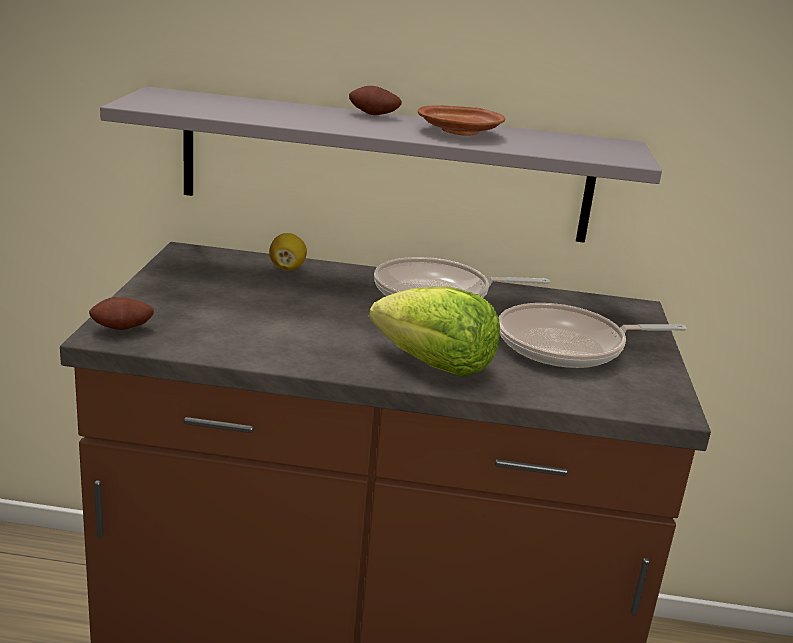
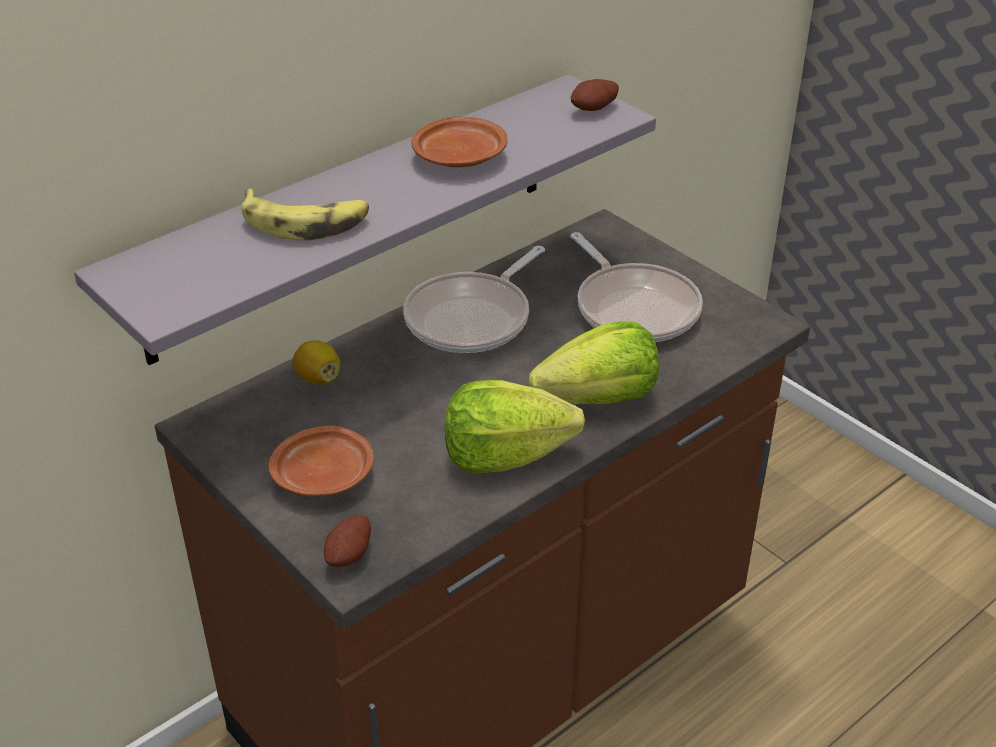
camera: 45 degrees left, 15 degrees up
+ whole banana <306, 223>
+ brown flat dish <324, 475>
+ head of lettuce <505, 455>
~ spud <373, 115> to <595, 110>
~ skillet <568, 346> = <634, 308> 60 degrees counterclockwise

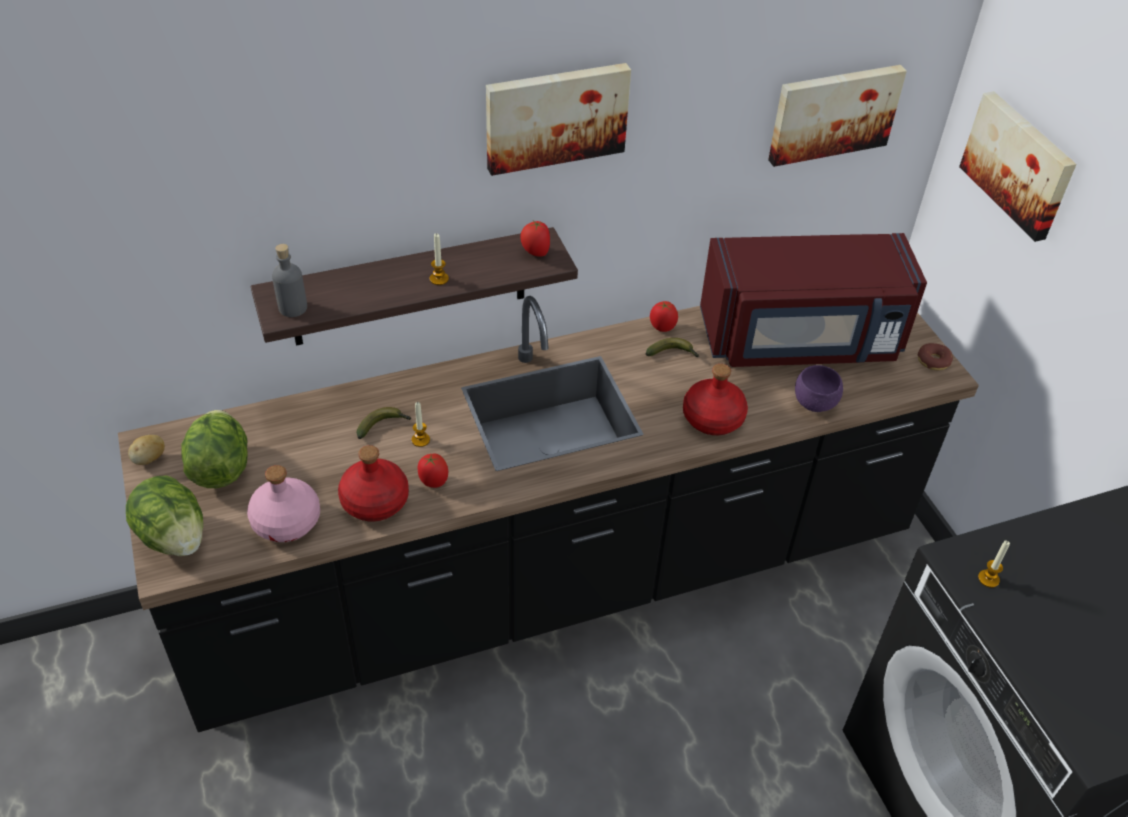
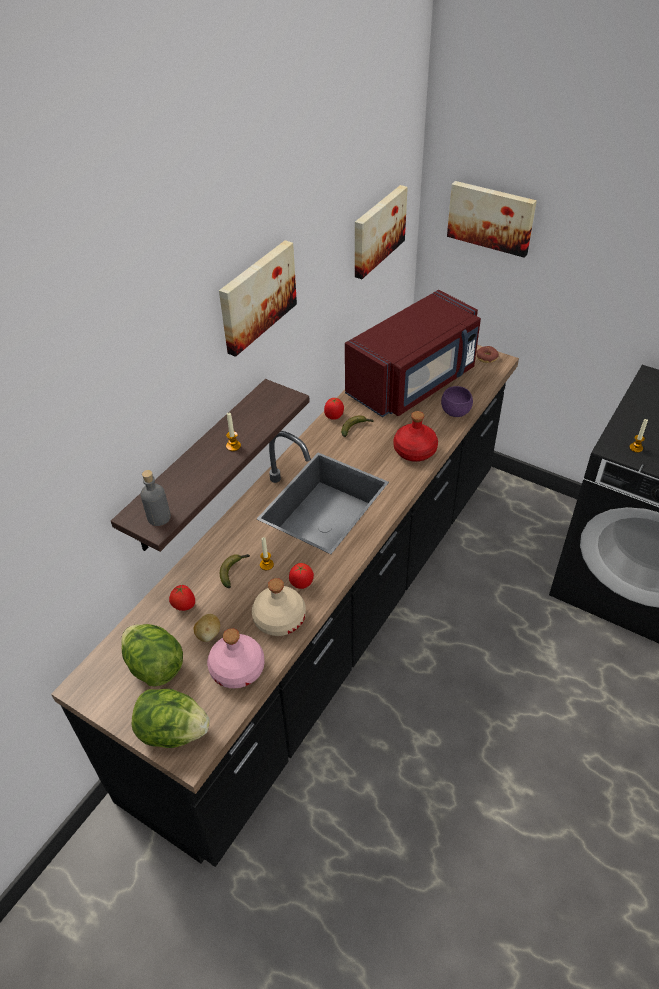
camera: 35 degrees left, 0 degrees up
~ spud <149, 459> to <208, 634>
~ whole tomato <535, 252> to <184, 606>
~ reddish drink bottle <375, 500> to beige drink bottle <279, 618>

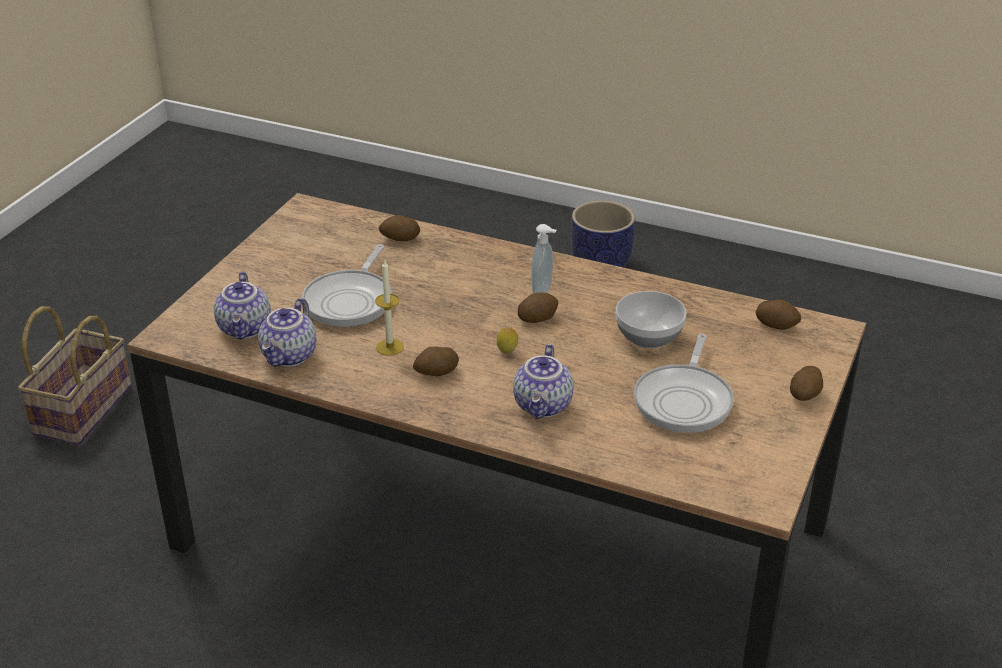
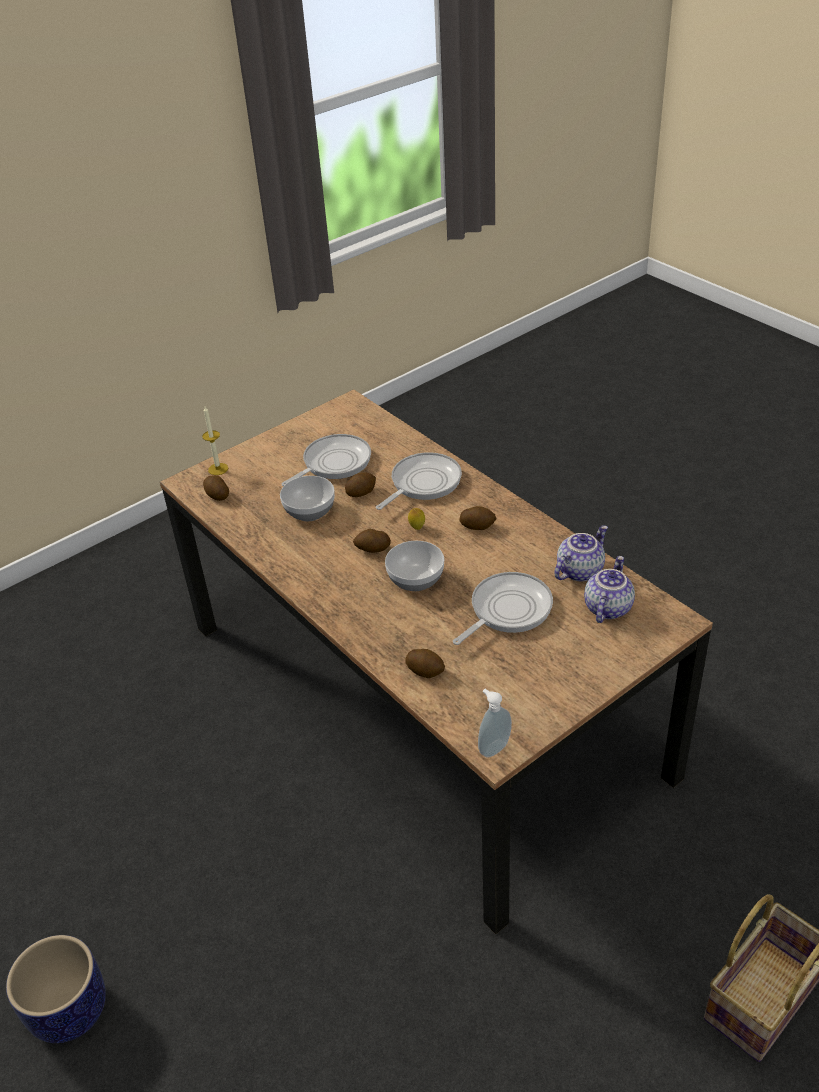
camera: 150 degrees left, 5 degrees up
+ serving bowl <415, 579>
~ wax candle <390, 347> to <218, 469>
~ liquid soap bottle <543, 292> to <493, 747>
~ spud <805, 395> to <361, 492>
~ tea pot <544, 406> to skillet <423, 483>

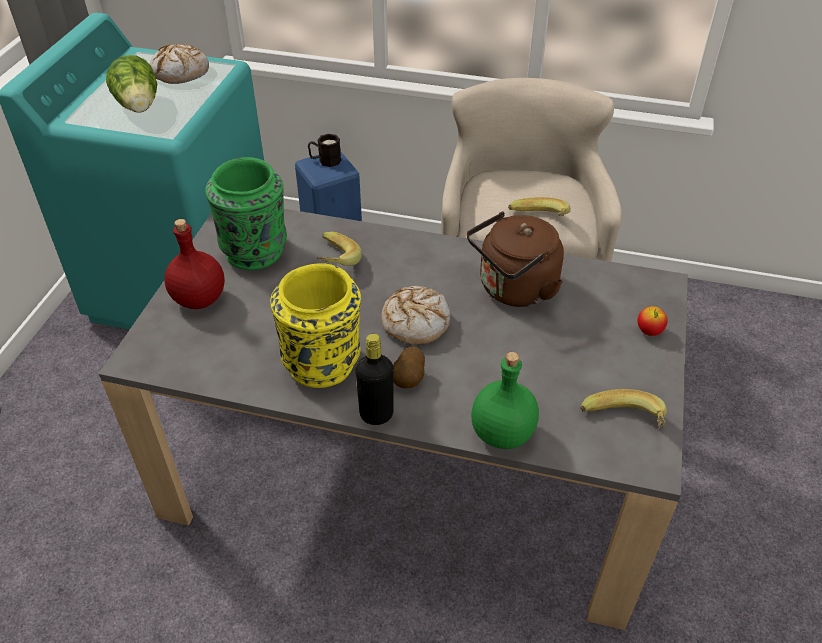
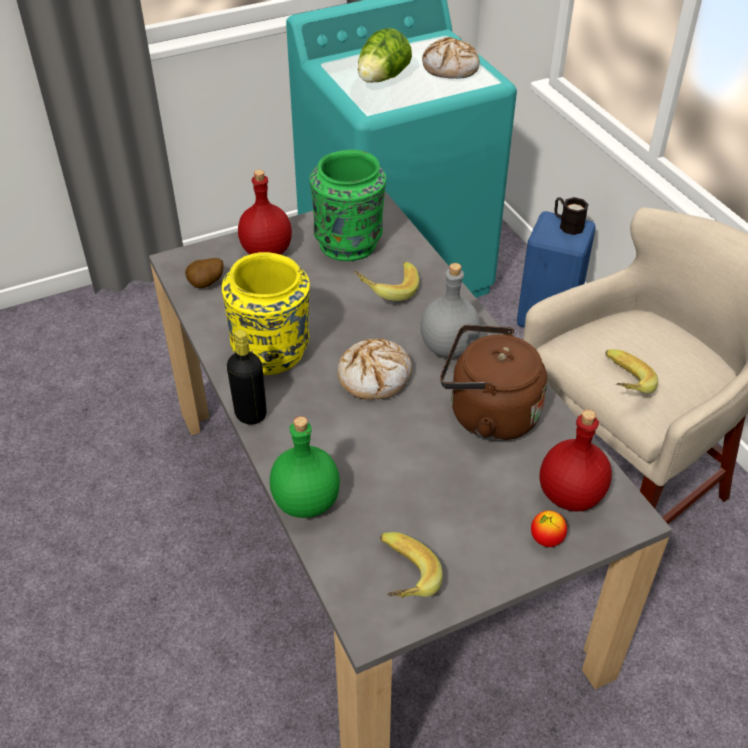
camera: 50 degrees right, 0 degrees up
+ greyish drink bottle <450, 347>
+ reddish drink bottle <569, 494>
~ spud <409, 380> to <207, 285>

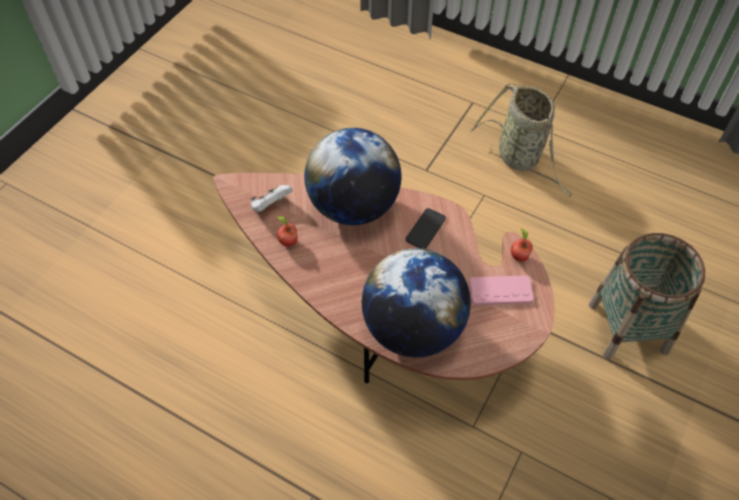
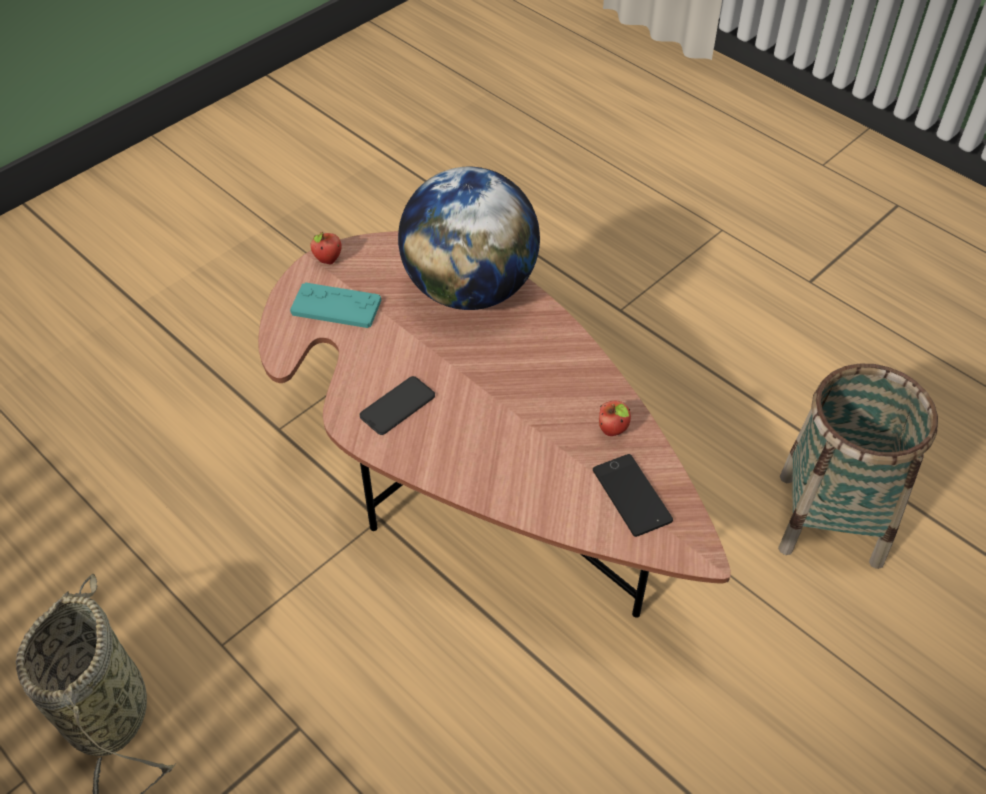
camera: 165 degrees left, 5 degrees down
- world globe <354, 206>
~ whole apple <518, 256> to <328, 261>
~ basket <627, 327> to <830, 519>
~ white gamepad <271, 206> to phone <631, 495>
~ pink-coloured gamepad <500, 291> to turquoise-coloured gamepad <336, 307>

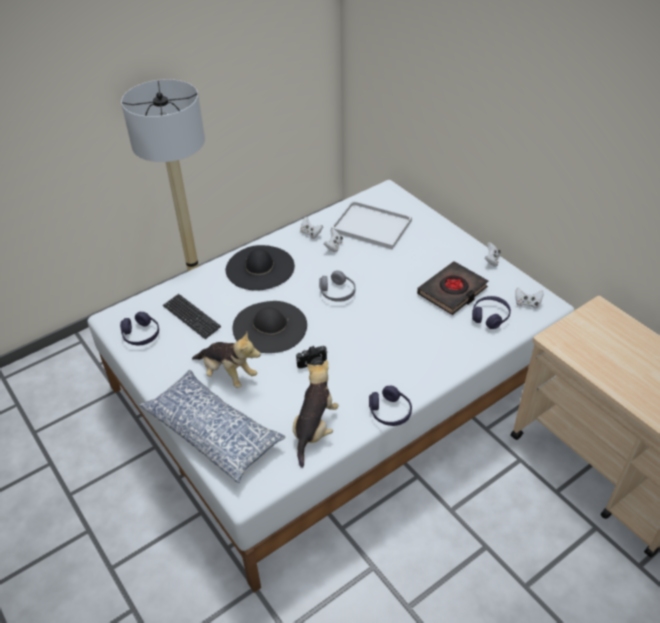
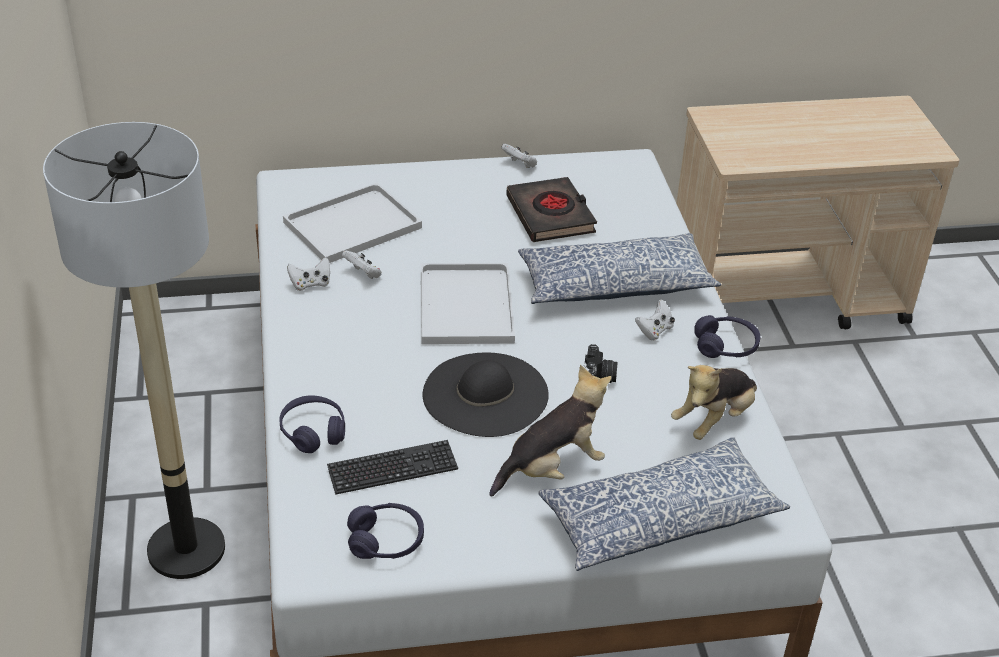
camera: 65 degrees left, 5 degrees down
- blackish wearable hat <260, 268>
+ throw pillow <614, 285>
~ purplish headset <490, 316> to <313, 432>
~ white gamepad <527, 303> to <654, 331>
~ greyish headset <337, 292> to white tray <467, 307>
~ cuddly toy <314, 429> = <714, 420> 90 degrees counterclockwise

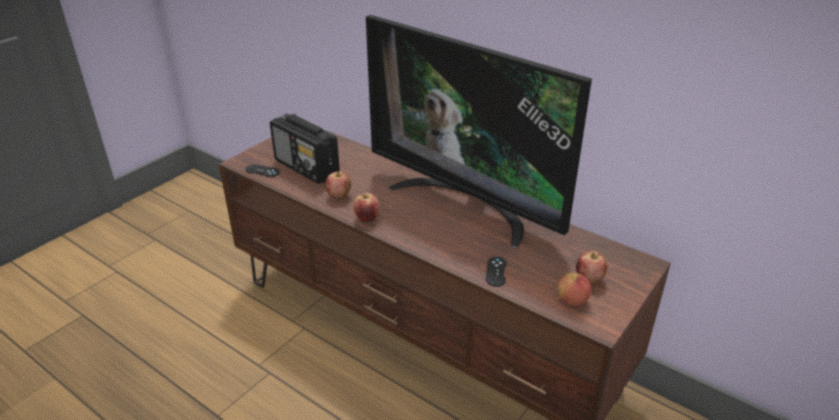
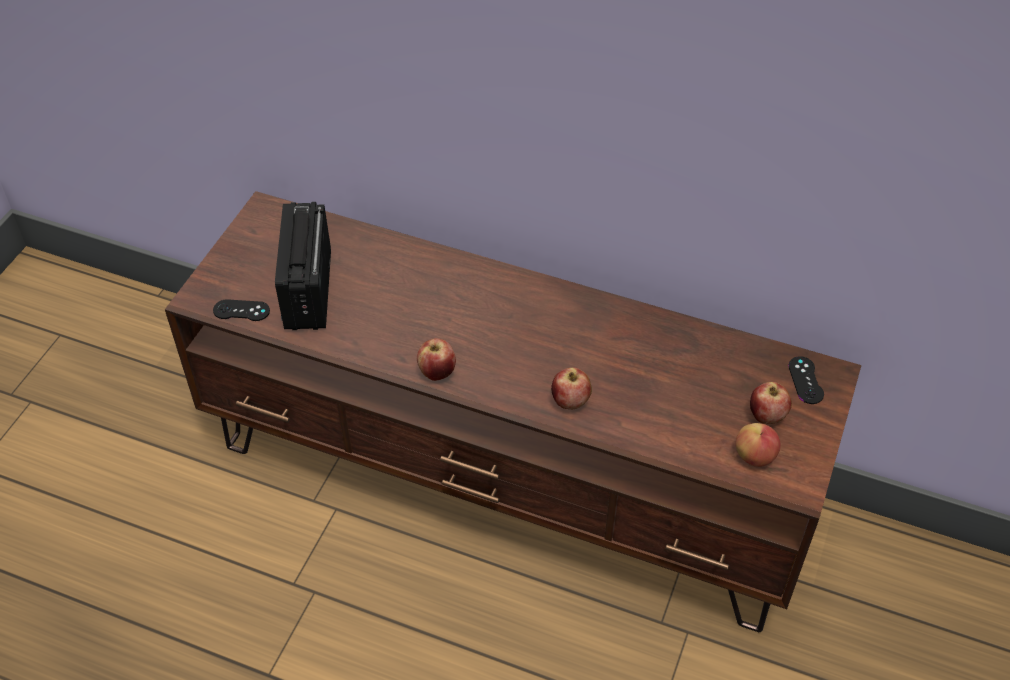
camera: 15 degrees left, 15 degrees up
- TV <466, 203>
~ whole apple <339, 196> to <570, 402>
~ blackish gamepad <496, 272> to <805, 380>
~ radio <307, 168> = <308, 291> 60 degrees clockwise

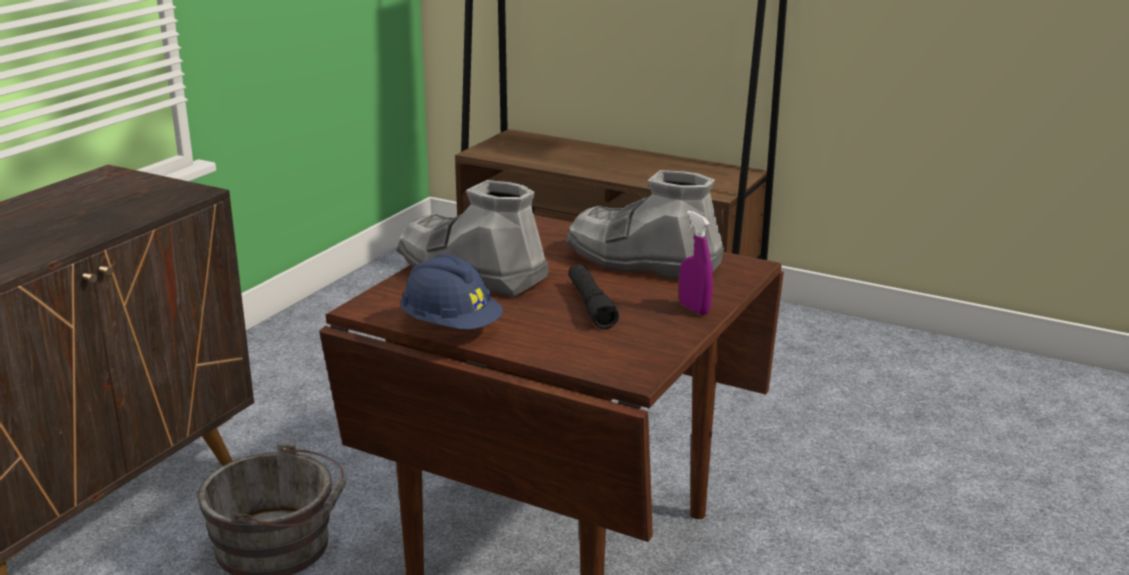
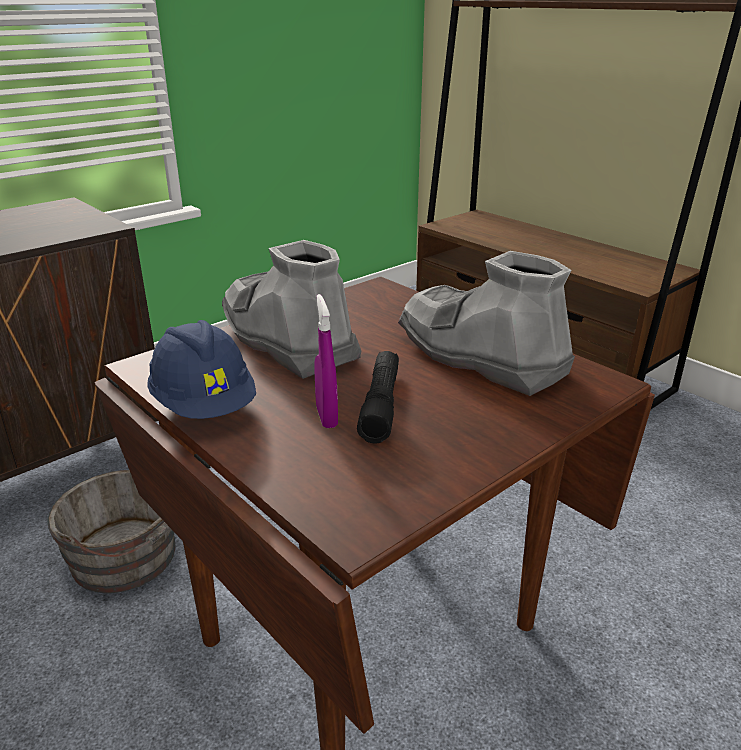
camera: 20 degrees right, 5 degrees up
~ purplish sprayer <694, 309> to <326, 417>

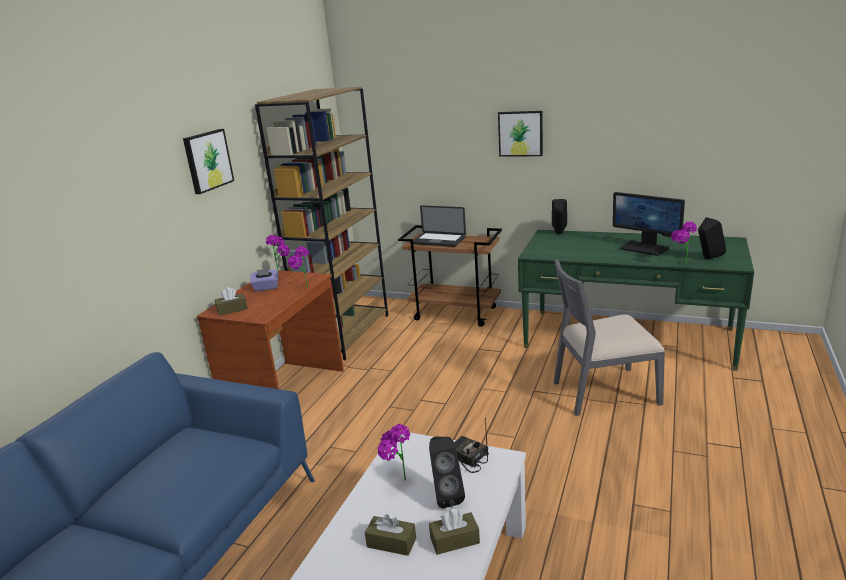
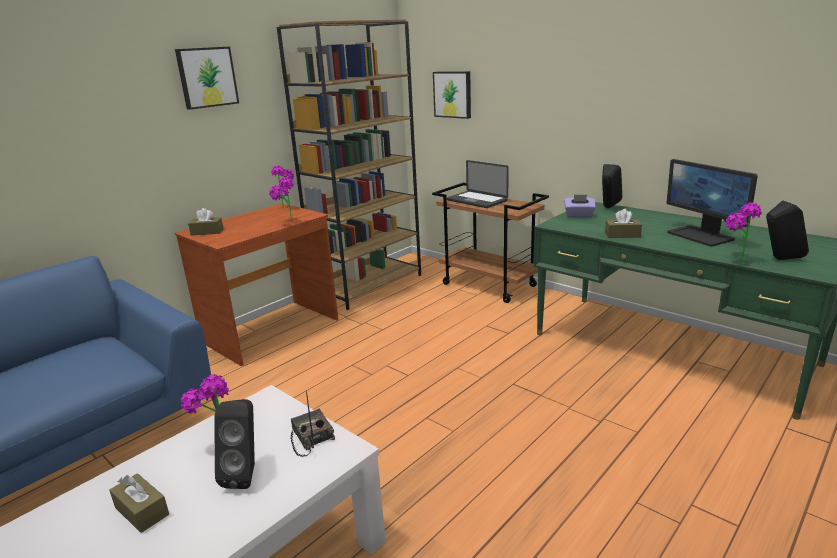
camera: 20 degrees right, 0 degrees up
- greyish plain chair <604, 392>
~ purplish tissue box <266, 288> to <579, 216>
~ brown tissue box <454, 540> to <622, 235>
~ wall picture <520, 133> to <453, 94>

